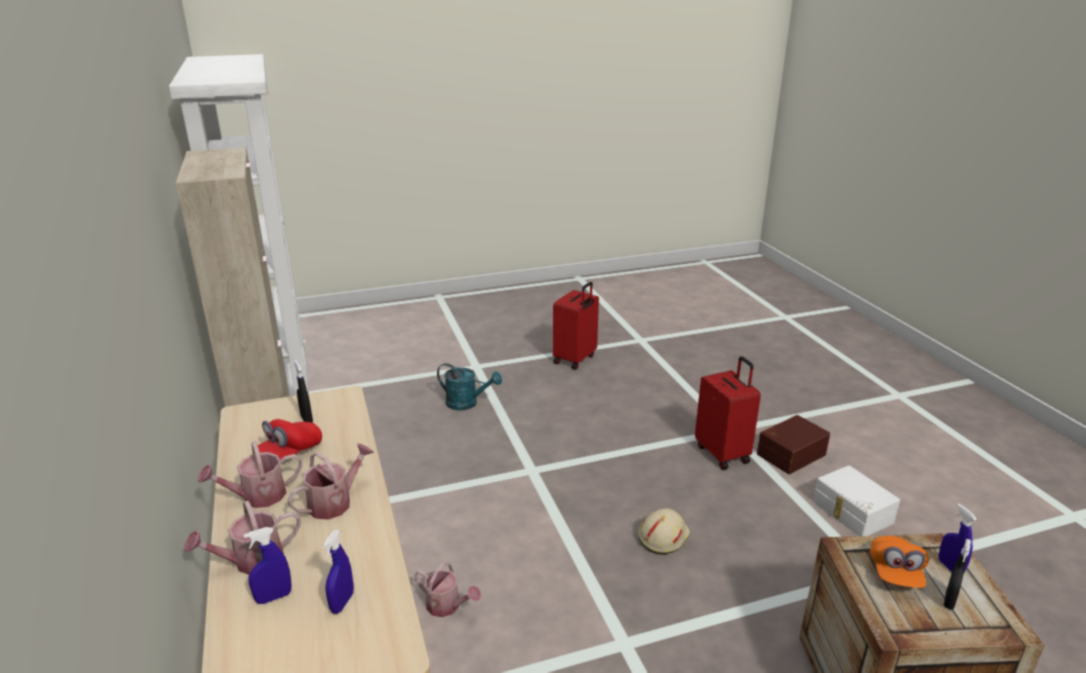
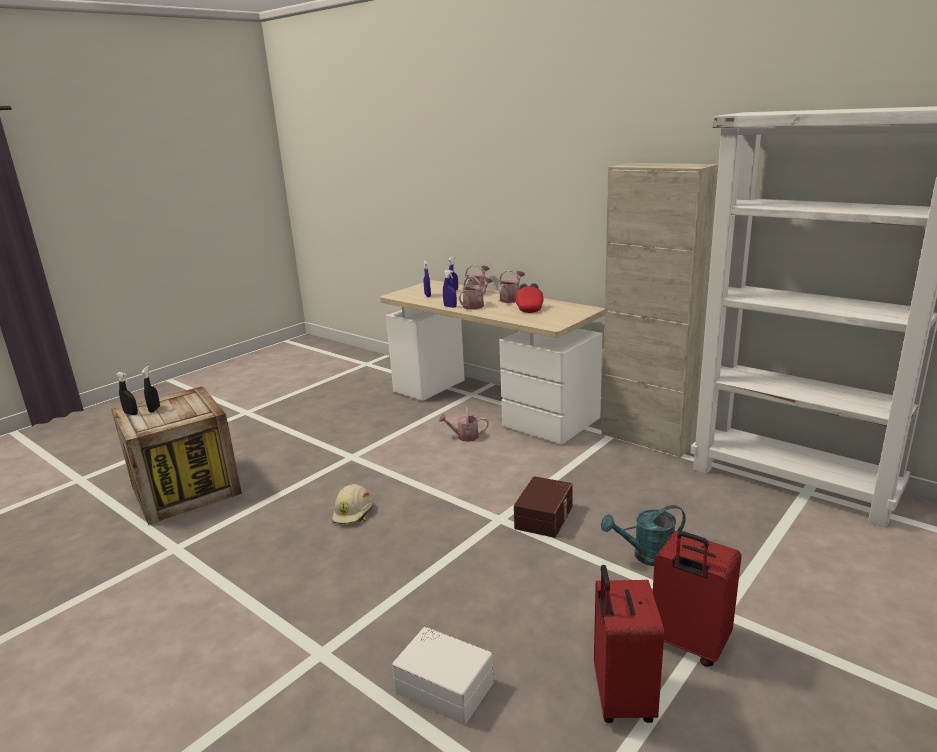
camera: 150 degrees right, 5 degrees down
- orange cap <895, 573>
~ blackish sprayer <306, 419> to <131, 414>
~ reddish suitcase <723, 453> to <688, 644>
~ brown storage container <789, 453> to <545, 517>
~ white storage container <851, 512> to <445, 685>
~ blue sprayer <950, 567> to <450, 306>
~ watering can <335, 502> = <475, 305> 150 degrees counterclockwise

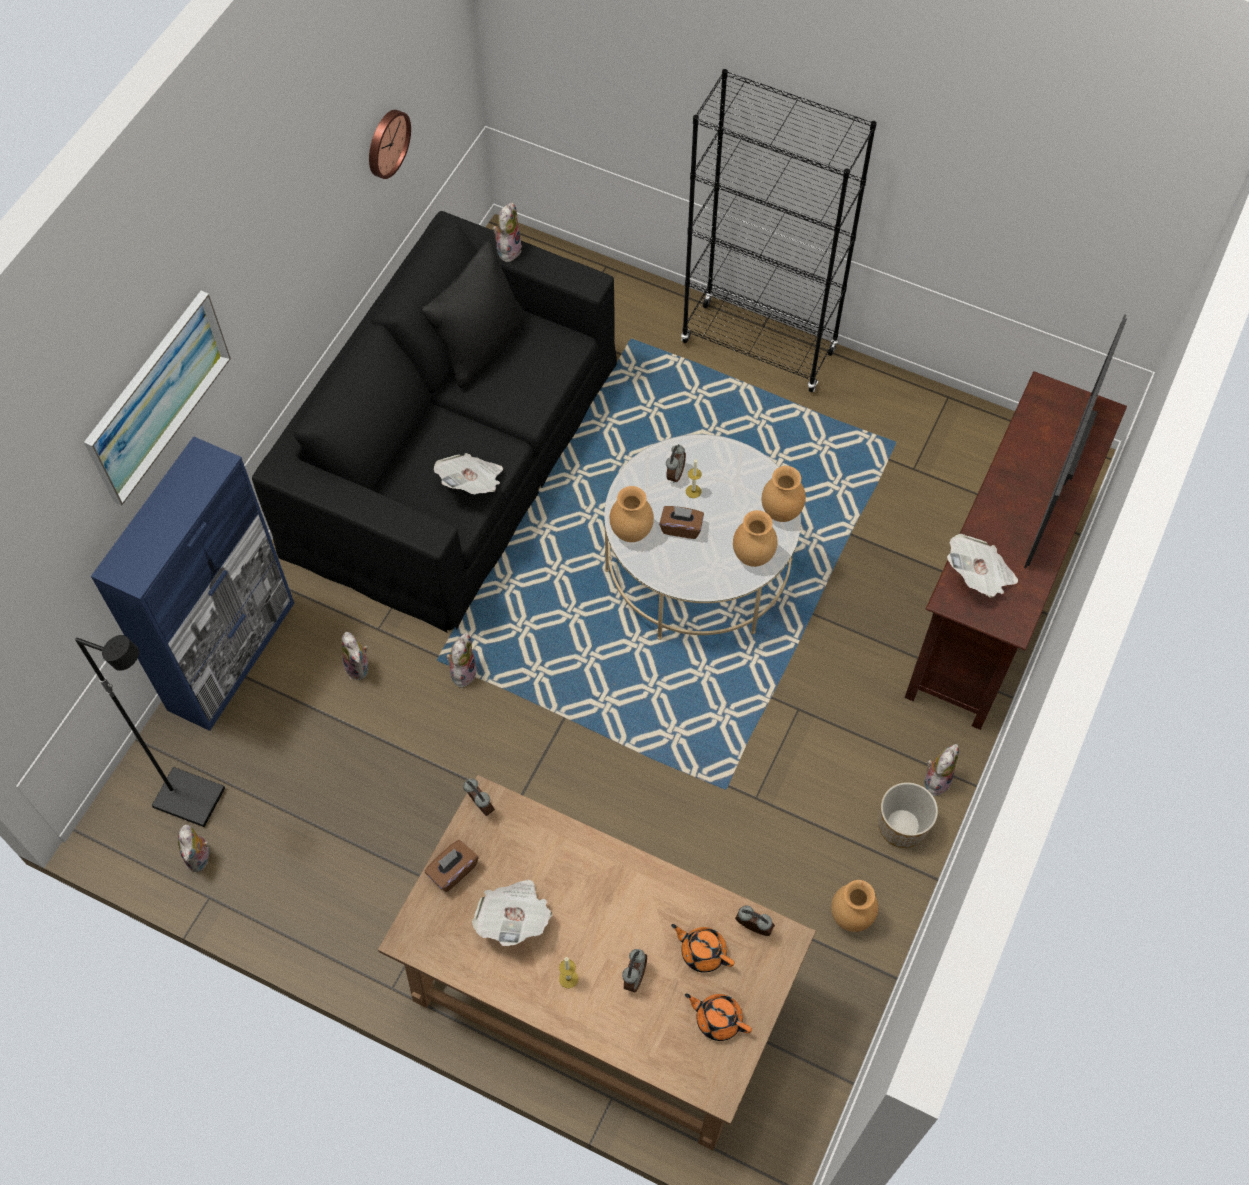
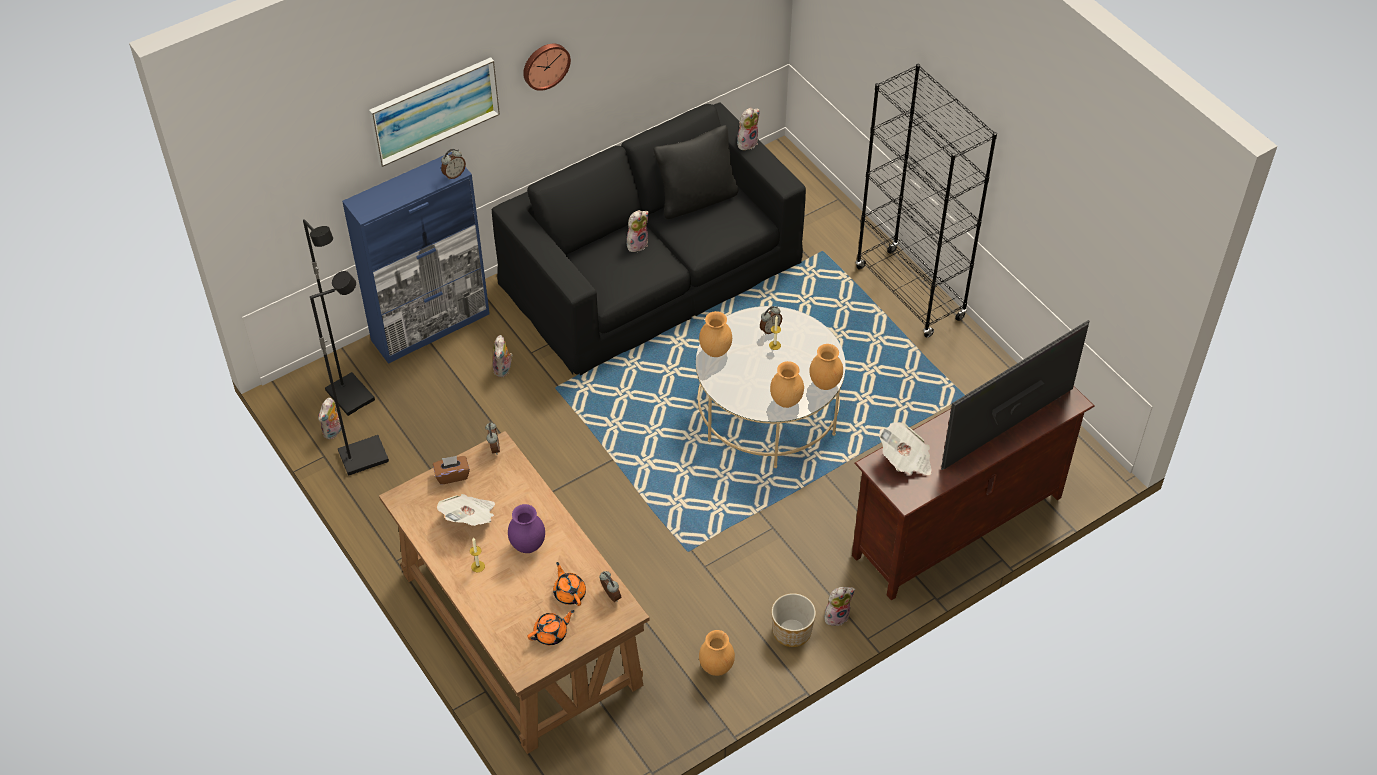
camera: 30 degrees right, 10 degrees down
- newspaper <472, 483>
- brown tissue box <681, 528>
+ blackish standing lamp <364, 456>
+ purplish decorative vase <527, 545>
~ wall clock <386, 143> to <545, 65>
~ cuddly toy <463, 671> to <637, 243>
~ table clock <634, 976> to <454, 174>
~ orange tea pot <717, 1019> = <551, 633> 90 degrees clockwise

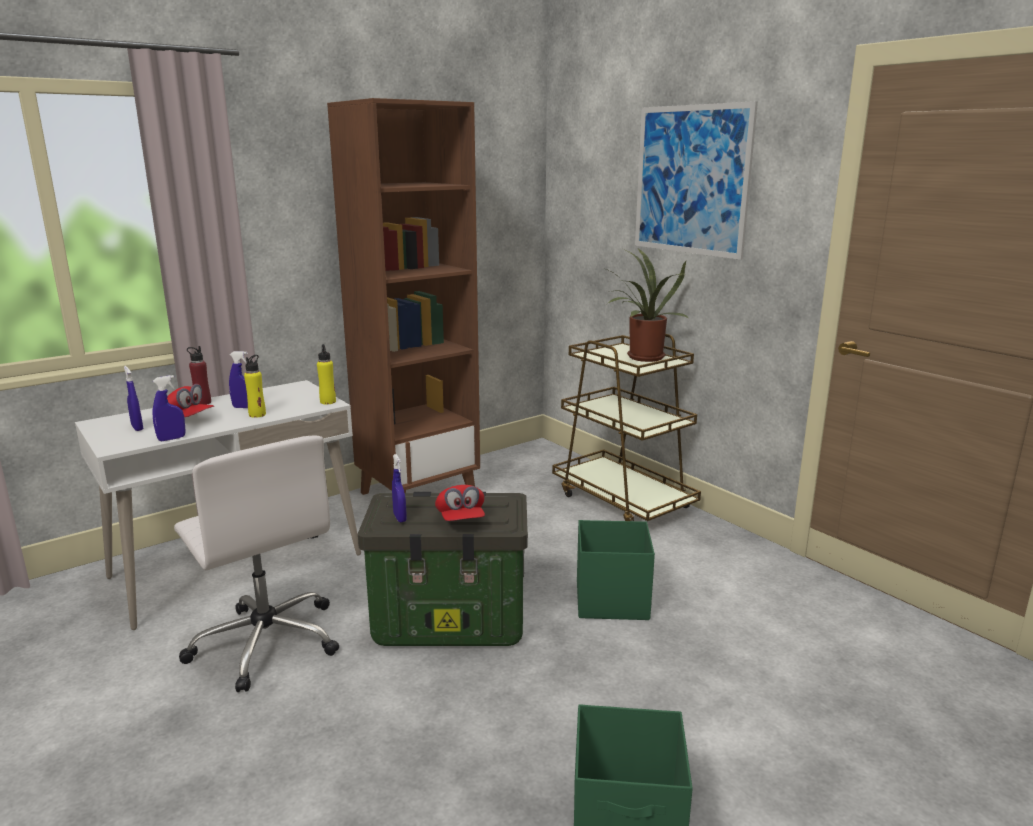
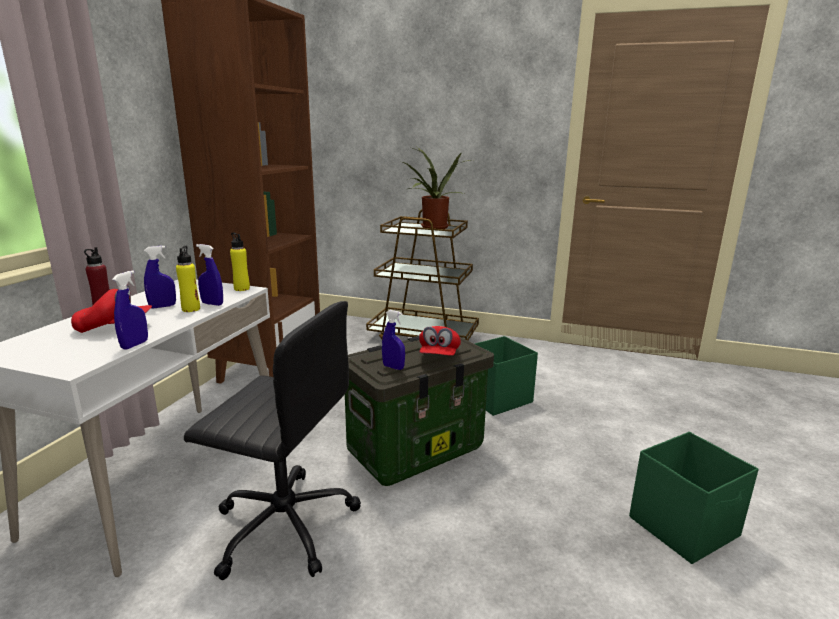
camera: 35 degrees left, 0 degrees up
- wall picture <691, 180>
~ blue sprayer <137, 428> to <212, 304>
~ white desk chair <266, 641> to blackish desk chair <283, 525>
~ reddish cap <460, 519> = <439, 356> 60 degrees clockwise

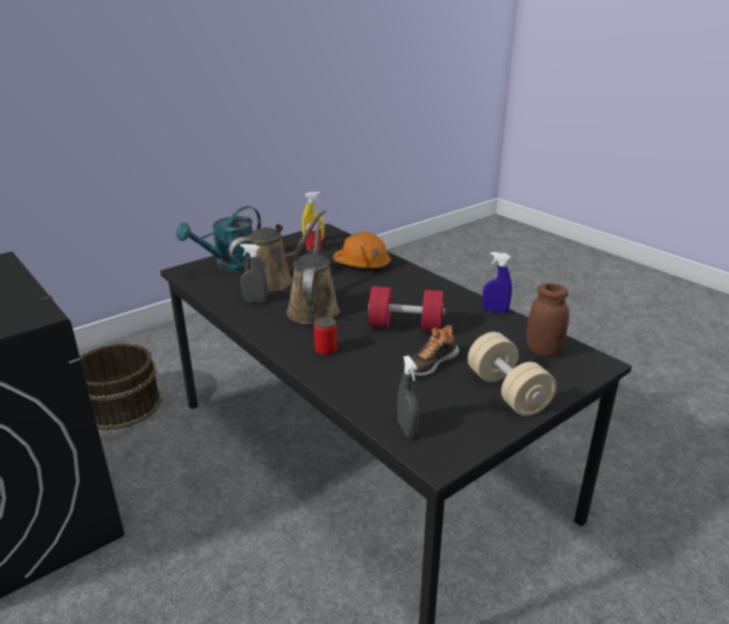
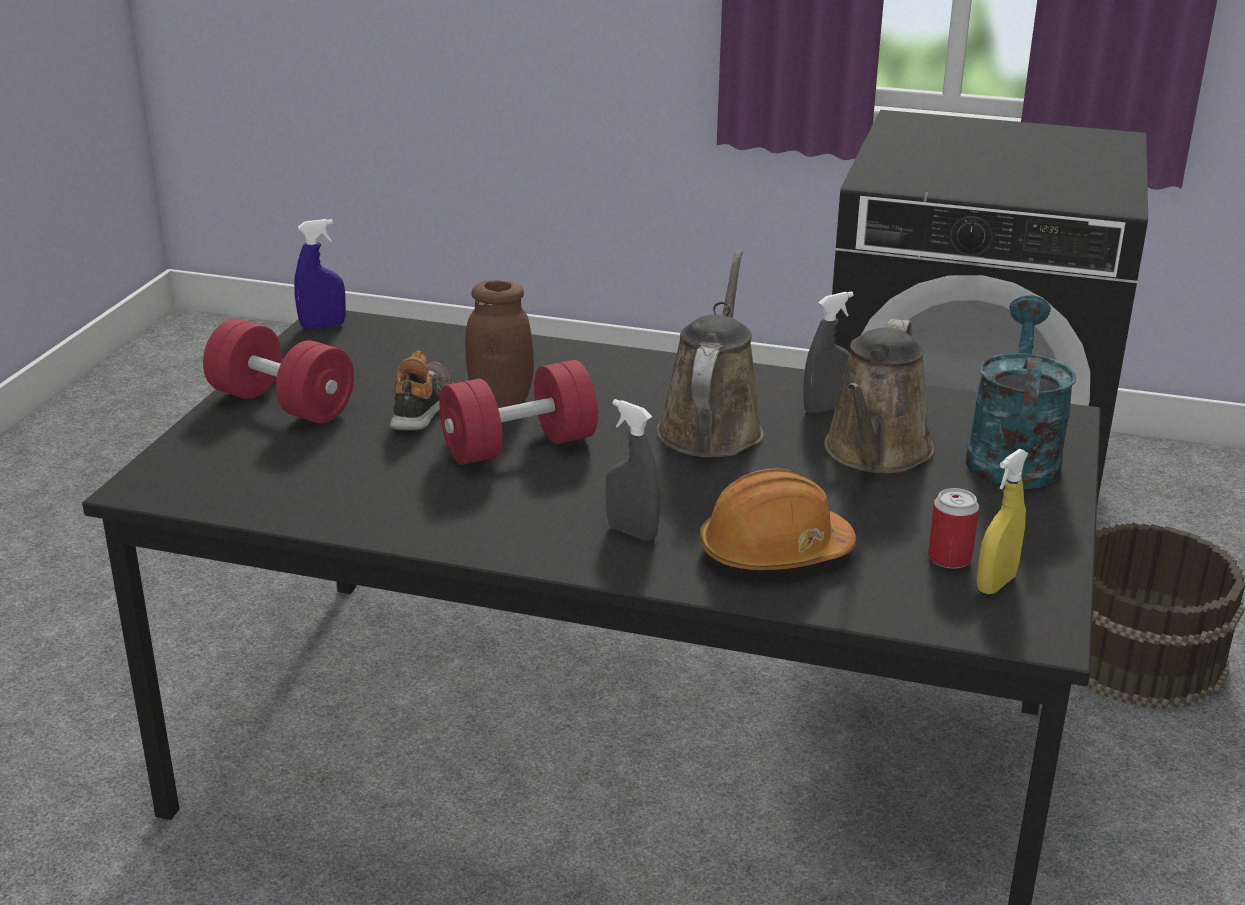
camera: 145 degrees right, 0 degrees up
- metal can <326, 350>
~ greyish sprayer <407, 429> to <632, 532>
~ blue sprayer <495, 311> to <323, 326>
~ brown preserve jar <543, 351> to <501, 400>
~ beige dumbbell <507, 392> to reddish dumbbell <282, 404>
~ brown watering can <313, 308> = <711, 427> 135 degrees counterclockwise

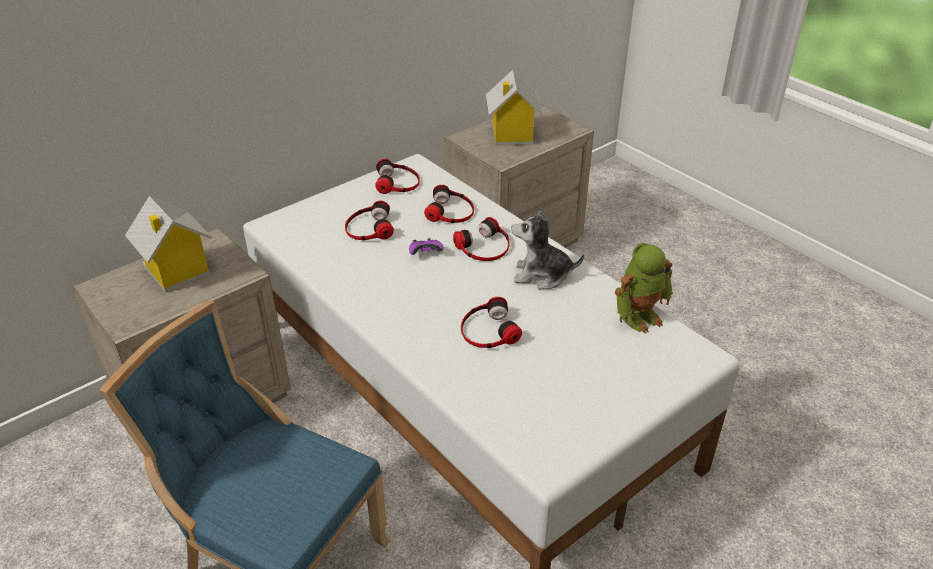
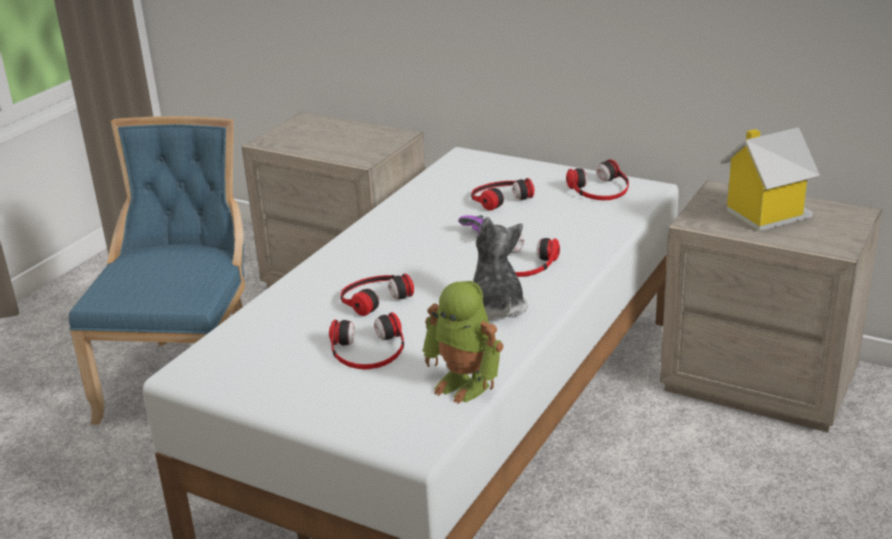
camera: 70 degrees right, 10 degrees down
- toy house <176, 271>
~ headset <451, 211> to <368, 350>

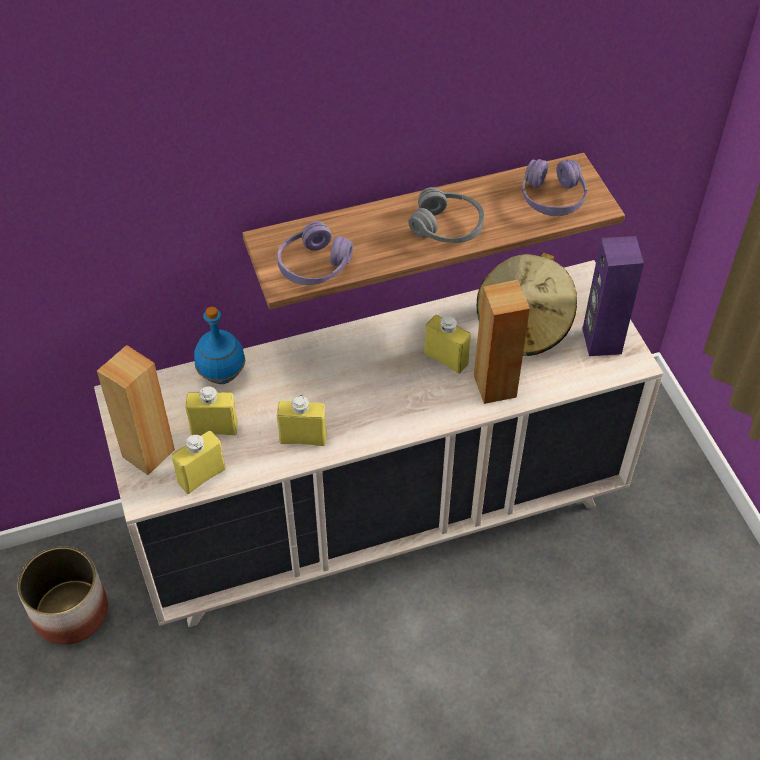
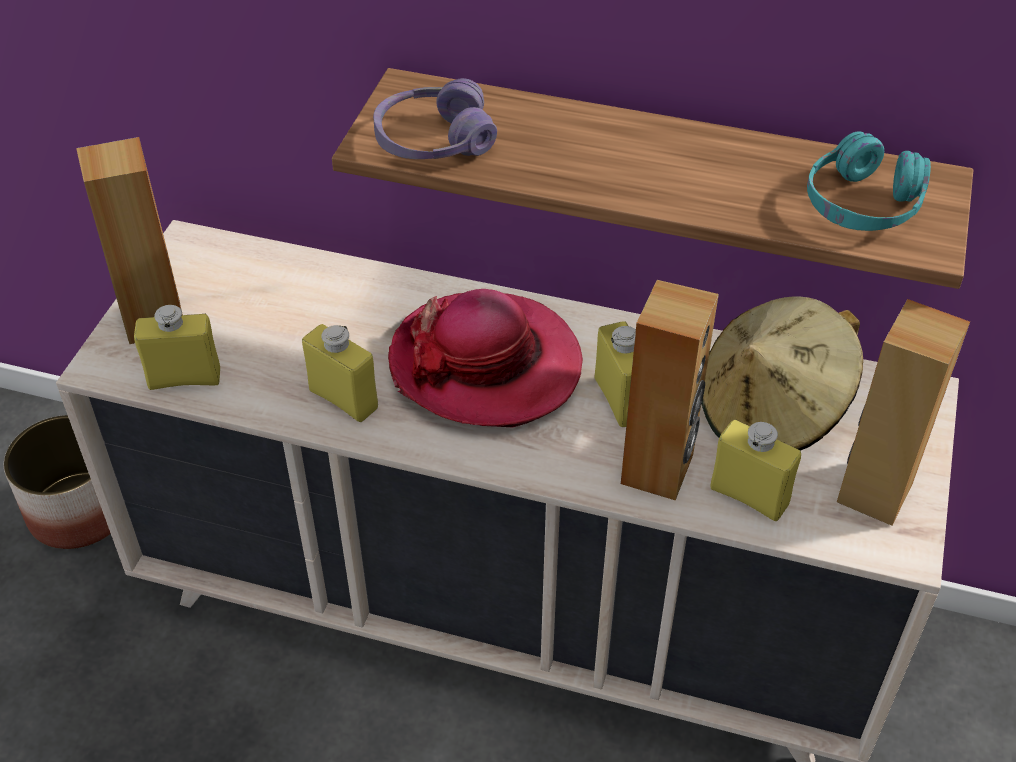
camera: 35 degrees right, 5 degrees down
- blue drink bottle <222, 375>
- greyish headset <447, 227>
+ wearable hat <486, 364>
~ yellow drink bottle <214, 428> to <749, 496>
~ purplish headset <552, 198> to turquoise-coloured headset <862, 204>
~ purplish audio speaker <601, 341> to brown audio speaker <873, 491>

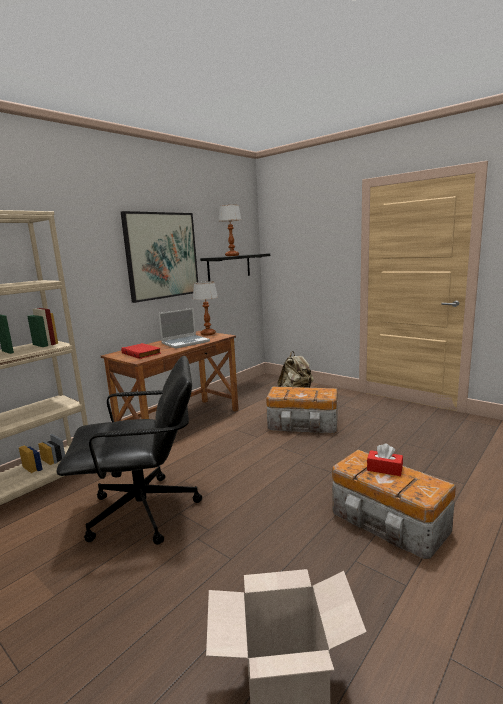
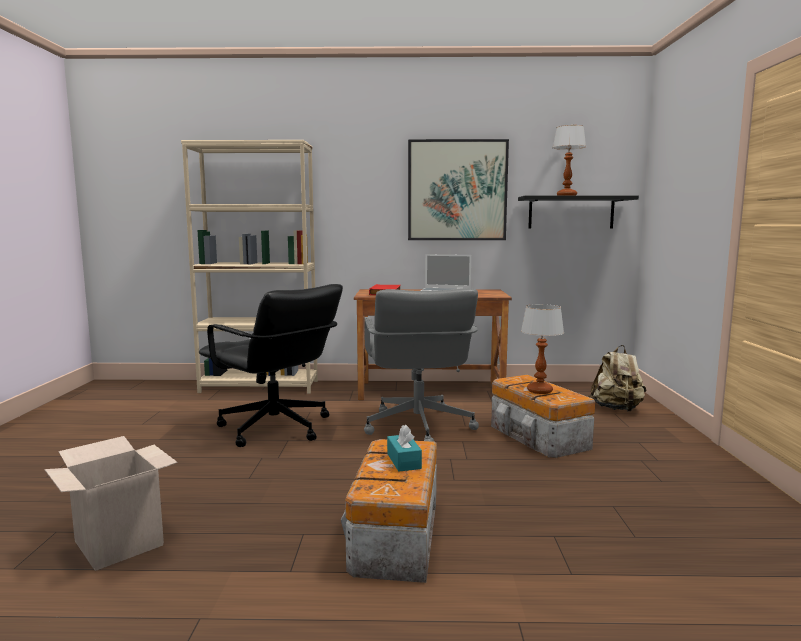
camera: 50 degrees right, 5 degrees down
+ greyish desk chair <418, 427>
~ table lamp <208, 334> to <540, 391>
~ reddish tissue box <384, 469> to turquoise-coloured tissue box <404, 461>

